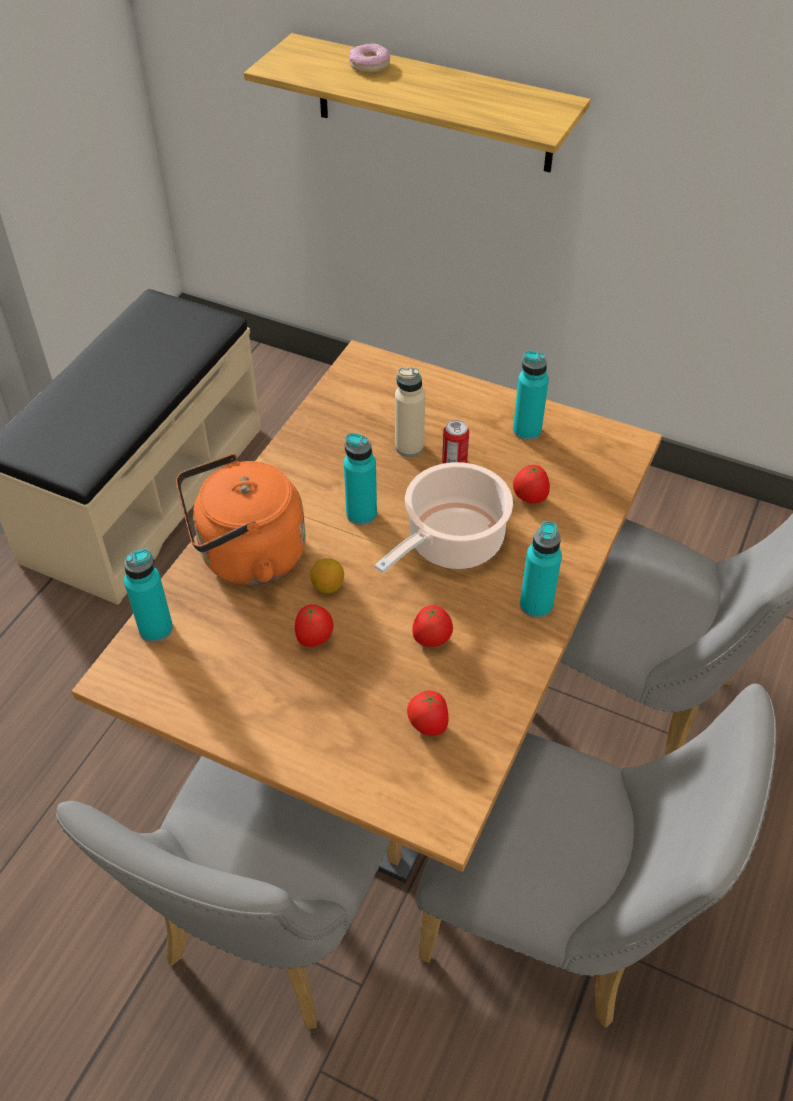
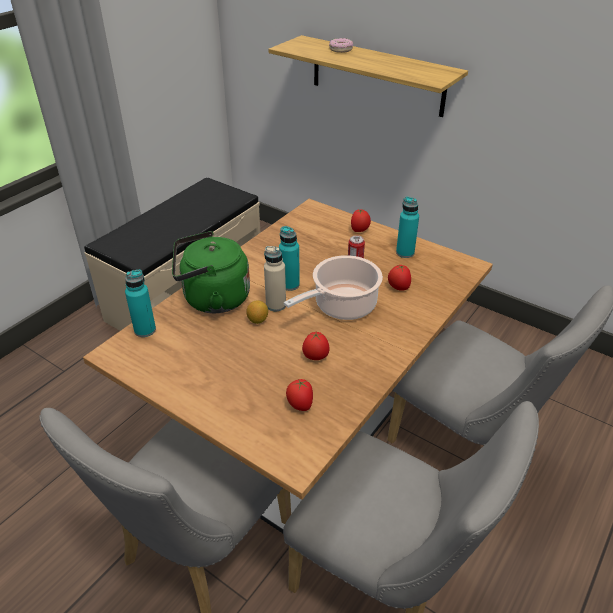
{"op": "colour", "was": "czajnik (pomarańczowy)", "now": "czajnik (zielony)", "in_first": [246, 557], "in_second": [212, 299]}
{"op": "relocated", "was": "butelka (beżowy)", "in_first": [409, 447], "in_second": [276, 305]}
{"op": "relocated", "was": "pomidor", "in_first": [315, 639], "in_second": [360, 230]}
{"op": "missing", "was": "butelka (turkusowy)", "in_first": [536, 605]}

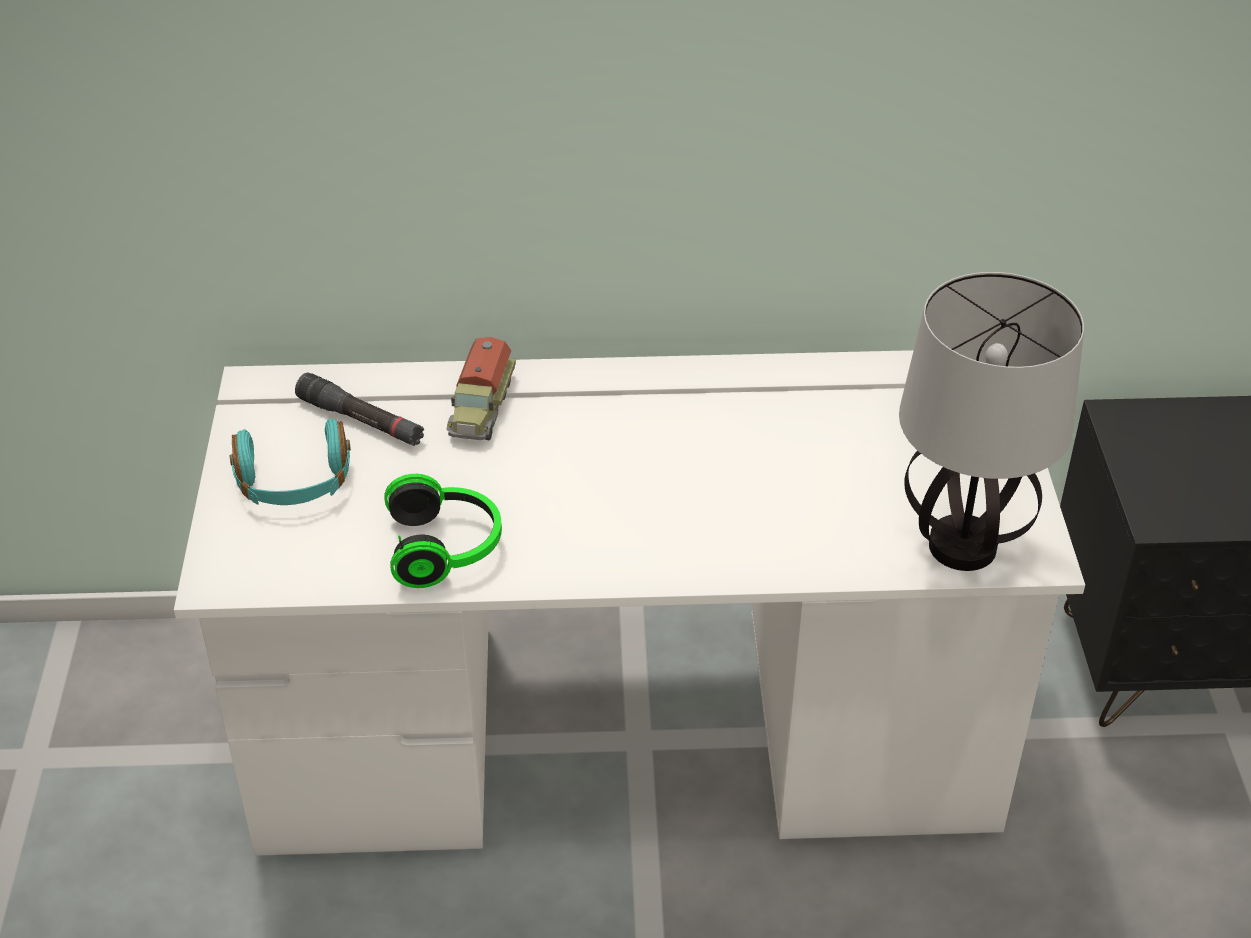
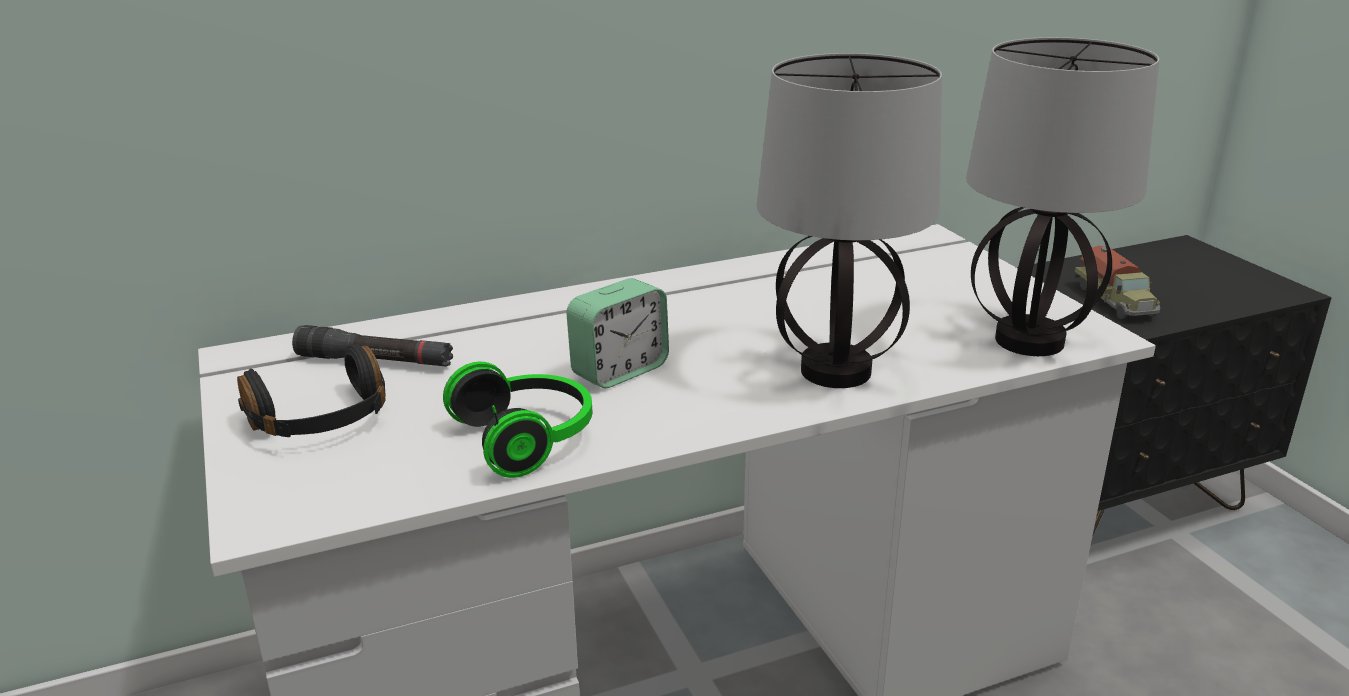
{"op": "colour", "was": "słuchawki (turkusowy)", "now": "słuchawki (czarny)", "in_first": [294, 484], "in_second": [322, 421]}
{"op": "appeared", "now": "budzik", "in_second": [619, 371]}
{"op": "appeared", "now": "lampa stołowa", "in_second": [838, 371]}
{"op": "relocated", "was": "ciężarówka zabawkowa", "in_first": [481, 408], "in_second": [1115, 301]}

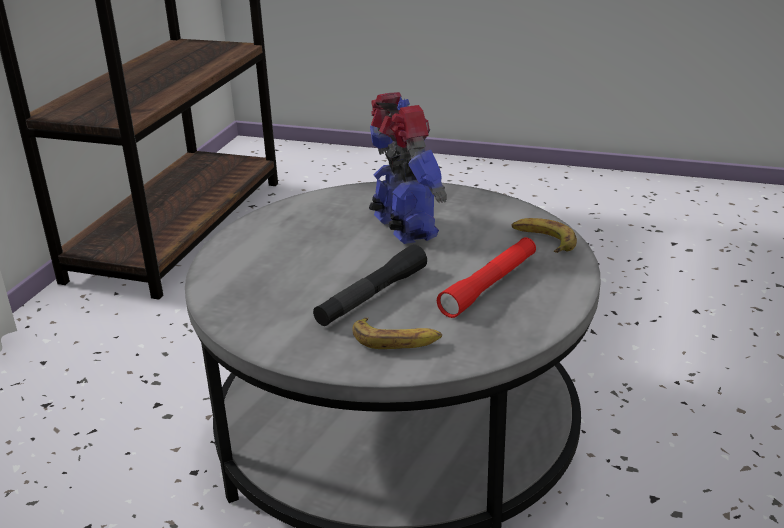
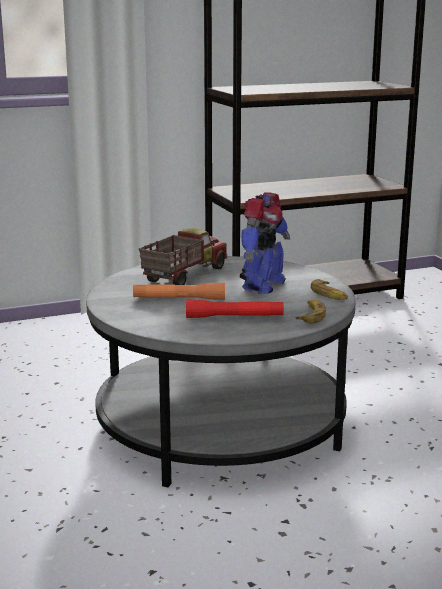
{"op": "colour", "was": "latarka (czarny)", "now": "latarka (pomarańczowy)", "in_first": [372, 296], "in_second": [179, 299]}
{"op": "appeared", "now": "ciężarówka zabawkowa", "in_second": [183, 275]}
{"op": "relocated", "was": "banan", "in_first": [397, 340], "in_second": [329, 294]}

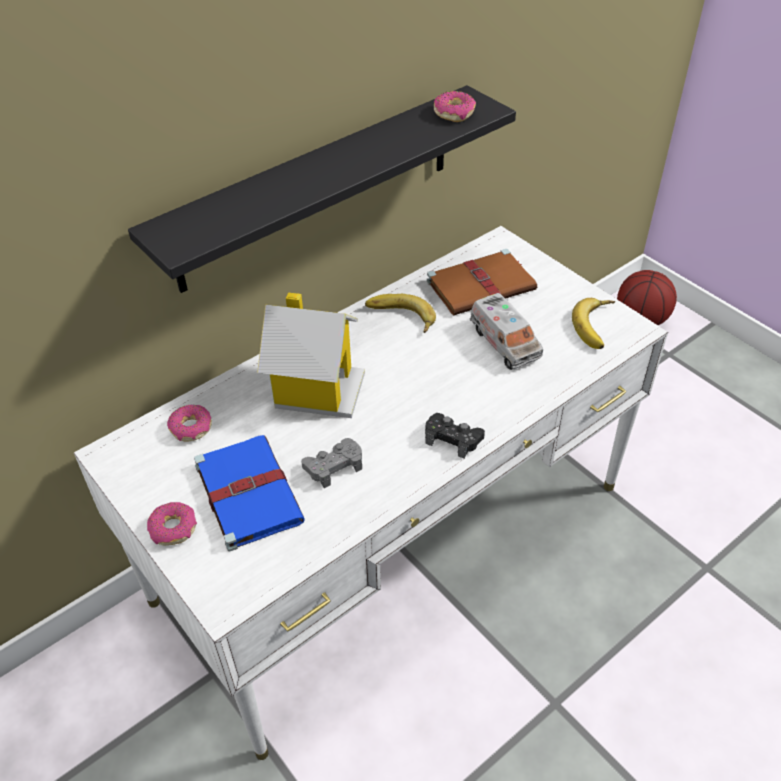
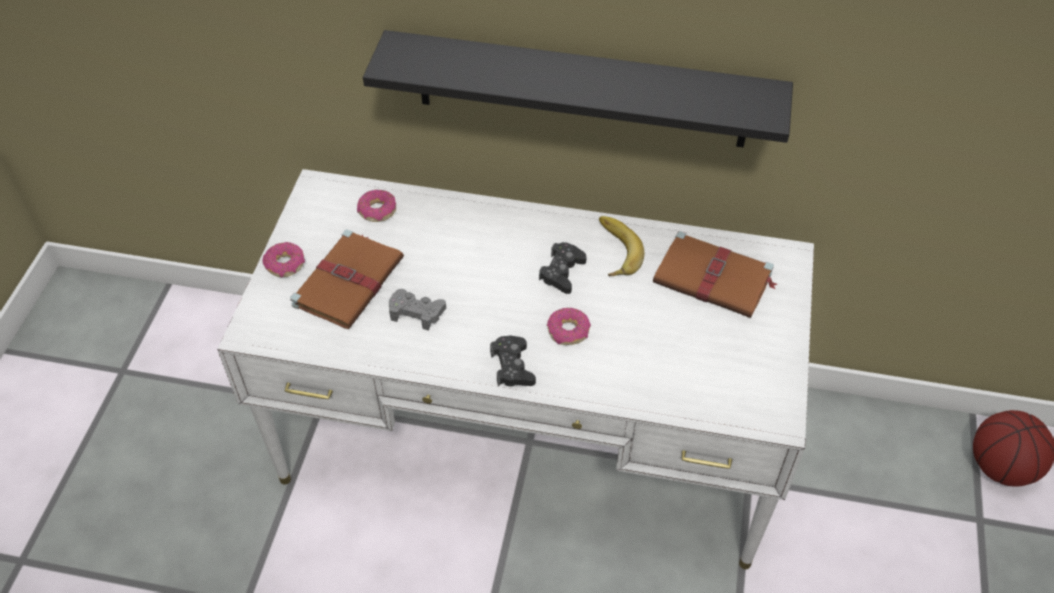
{"op": "colour", "was": "książka (niebieski)", "now": "książka (brązowy)", "in_first": [247, 492], "in_second": [349, 280]}
{"op": "appeared", "now": "pad do gier (czarny)", "in_second": [562, 272]}
{"op": "relocated", "was": "donut", "in_first": [454, 113], "in_second": [568, 331]}
{"op": "missing", "was": "domek", "in_first": [316, 388]}
{"op": "missing", "was": "ciężarówka zabawkowa", "in_first": [504, 342]}
{"op": "missing", "was": "banan", "in_first": [598, 327]}

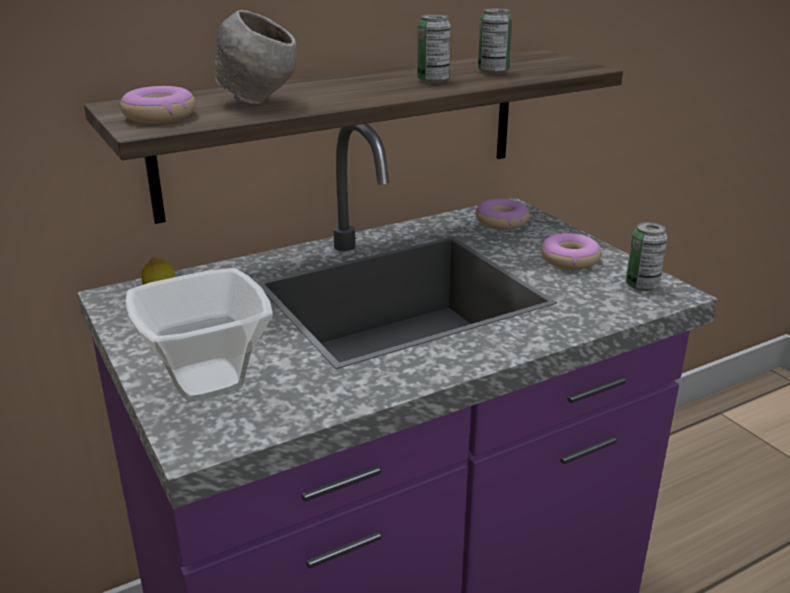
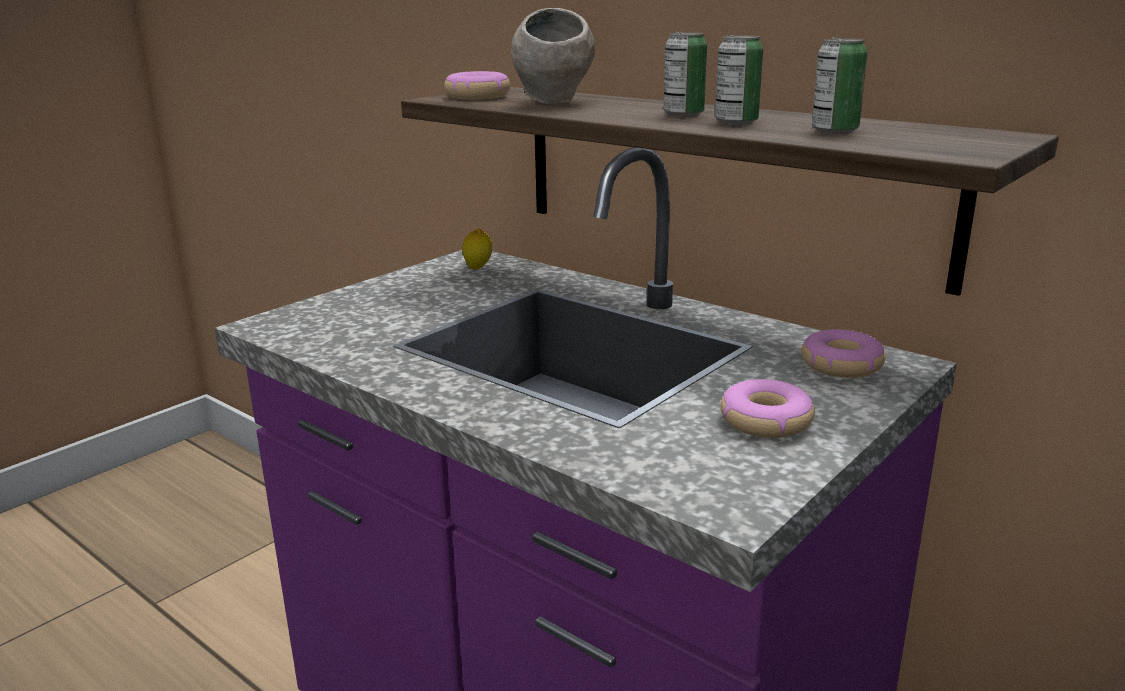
{"op": "relocated", "was": "puszka", "in_first": [642, 285], "in_second": [683, 114]}
{"op": "missing", "was": "miska", "in_first": [205, 380]}

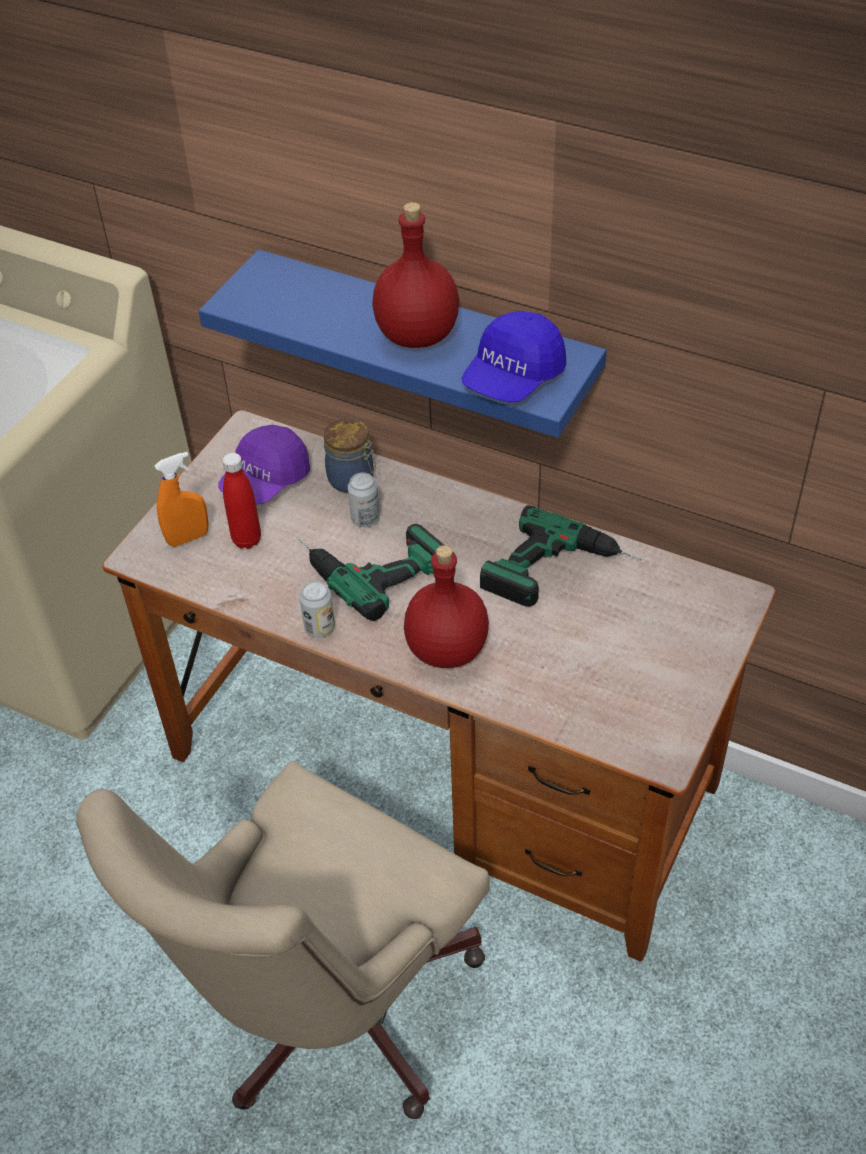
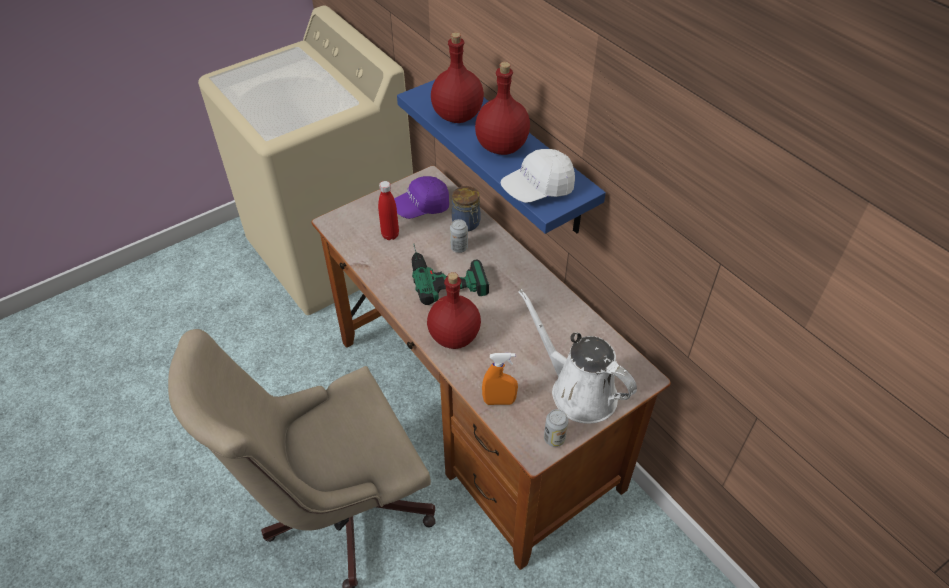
{"op": "appeared", "now": "butelka (czerwony)", "in_second": [456, 116]}
{"op": "relocated", "was": "spryskiwacz (pomarańczowy)", "in_first": [188, 538], "in_second": [499, 401]}
{"op": "colour", "was": "czapka z daszkiem (niebieski)", "now": "czapka z daszkiem (biały)", "in_first": [513, 378], "in_second": [537, 189]}
{"op": "appeared", "now": "konewka (biały)", "in_second": [578, 391]}
{"op": "relocated", "was": "puszka", "in_first": [319, 628], "in_second": [554, 438]}
{"op": "missing", "was": "wiertarka", "in_first": [562, 573]}

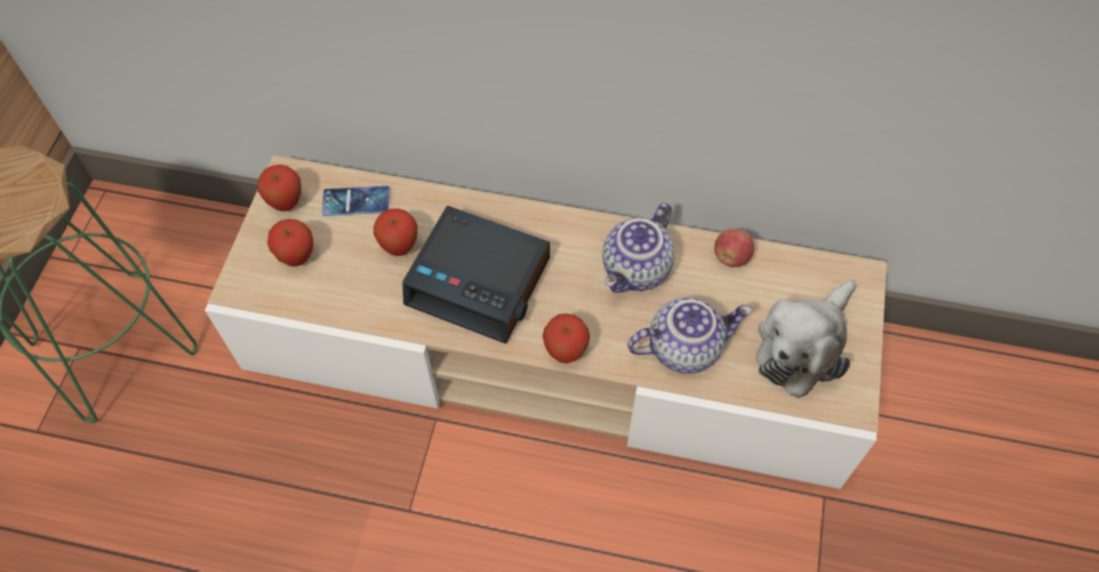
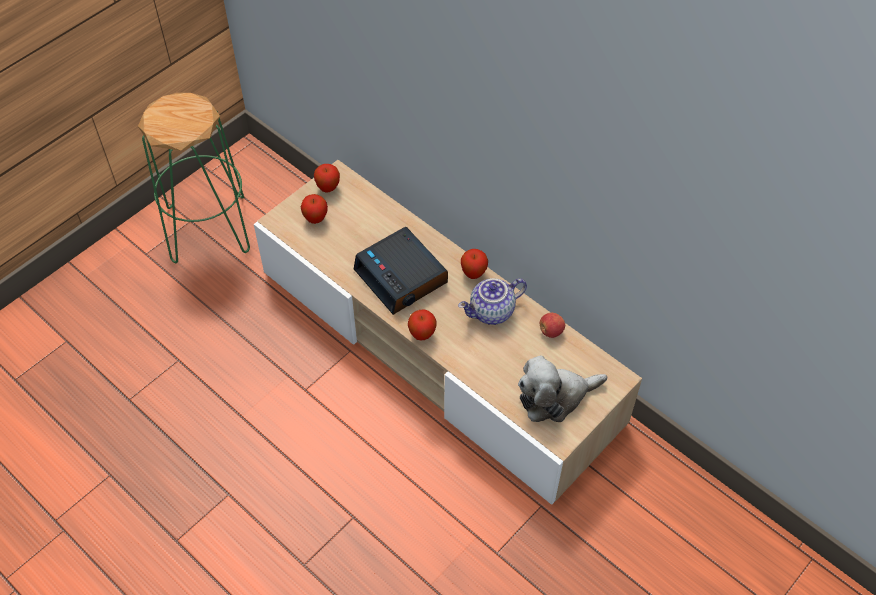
{"op": "relocated", "was": "jabłko", "in_first": [399, 247], "in_second": [473, 274]}
{"op": "missing", "was": "telefon", "in_first": [356, 201]}
{"op": "missing", "was": "imbryk", "in_first": [684, 346]}

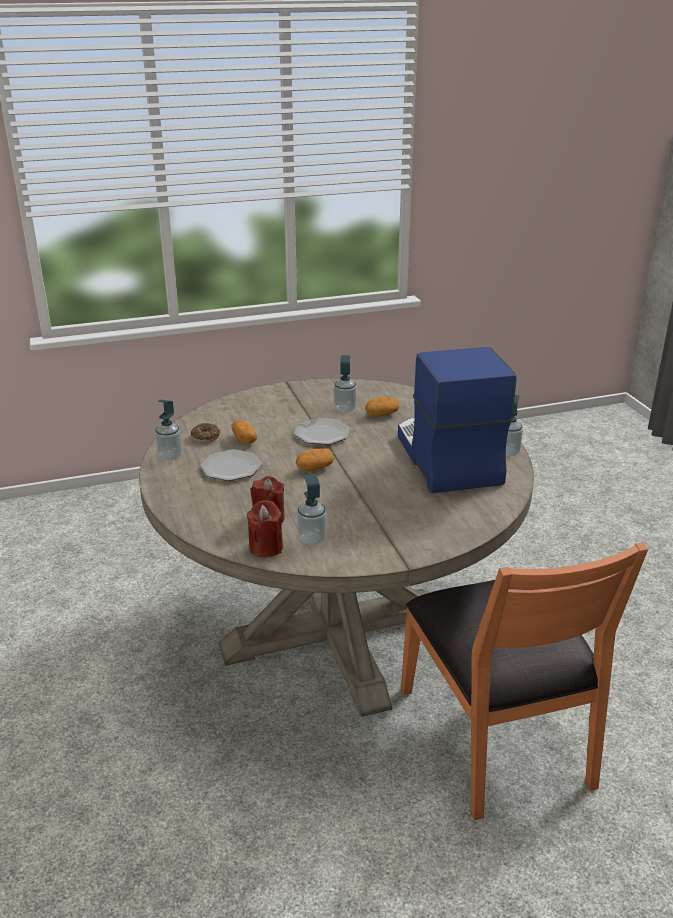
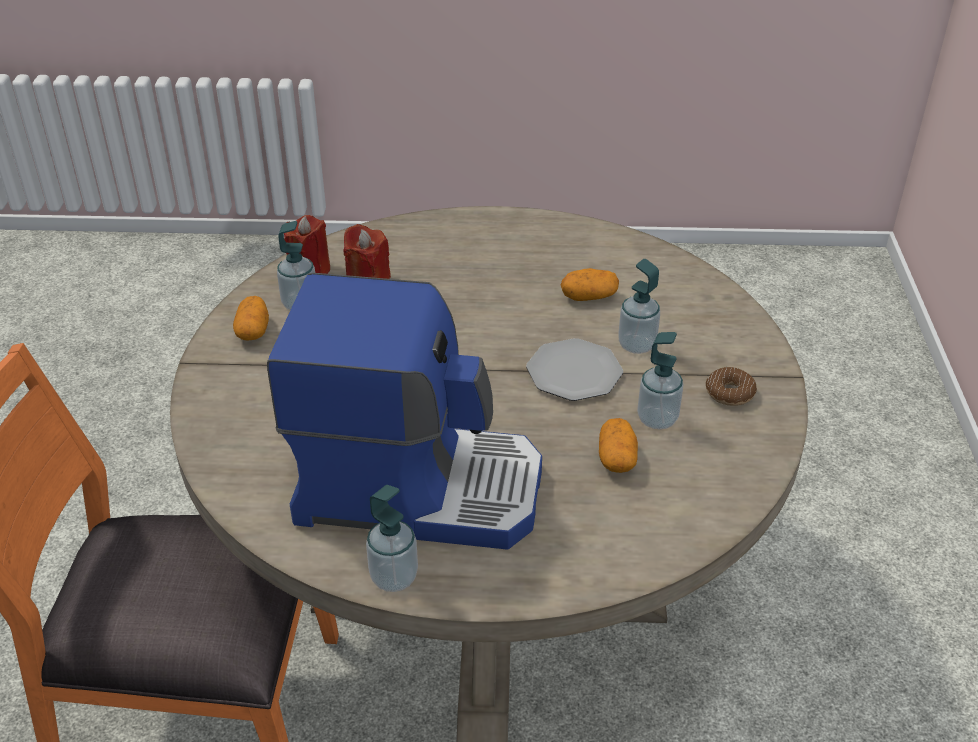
{"op": "relocated", "was": "ziemniak", "in_first": [315, 468], "in_second": [253, 331]}
{"op": "relocated", "was": "dozownik mydła", "in_first": [170, 456], "in_second": [636, 345]}
{"op": "relocated", "was": "donut", "in_first": [205, 437], "in_second": [730, 393]}
{"op": "missing", "was": "talerz", "in_first": [230, 468]}

